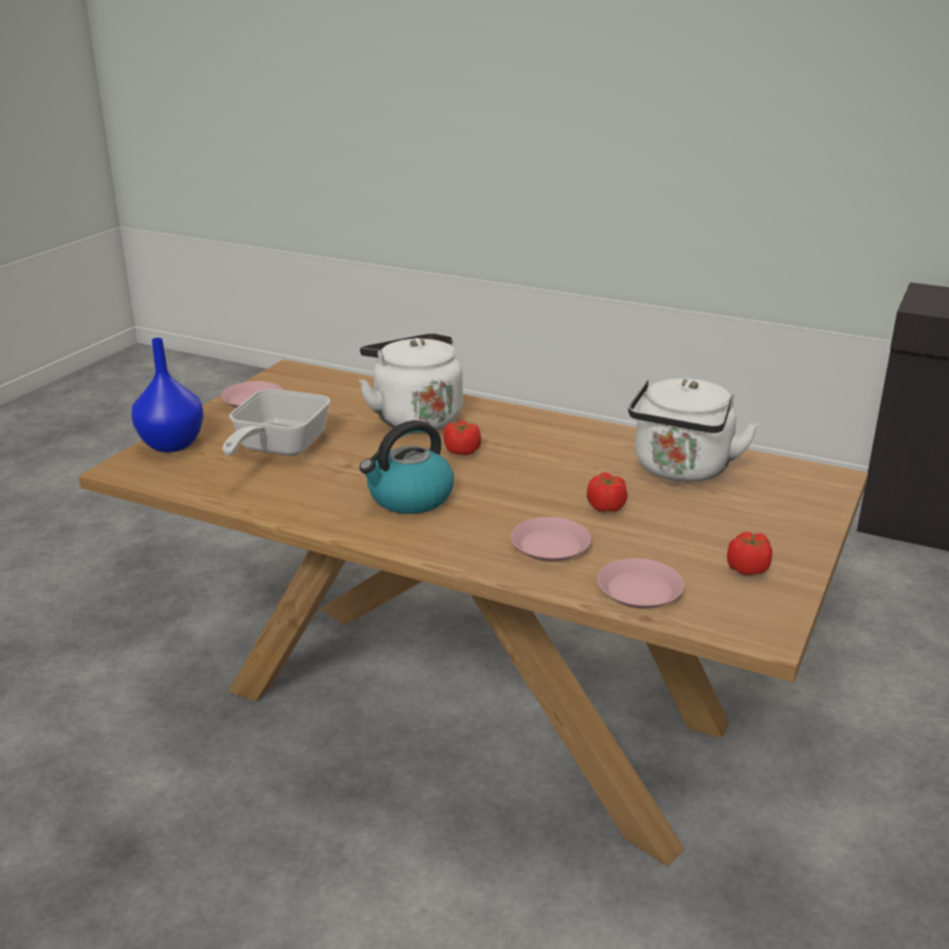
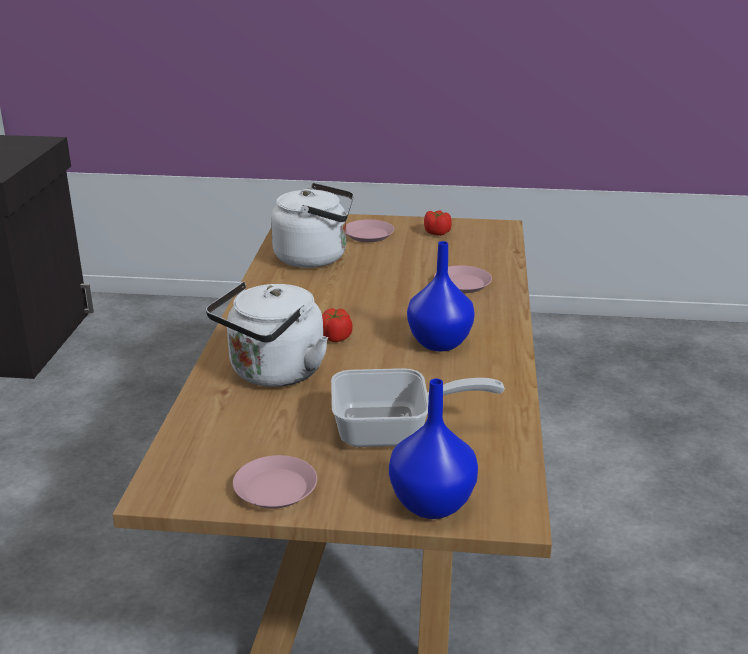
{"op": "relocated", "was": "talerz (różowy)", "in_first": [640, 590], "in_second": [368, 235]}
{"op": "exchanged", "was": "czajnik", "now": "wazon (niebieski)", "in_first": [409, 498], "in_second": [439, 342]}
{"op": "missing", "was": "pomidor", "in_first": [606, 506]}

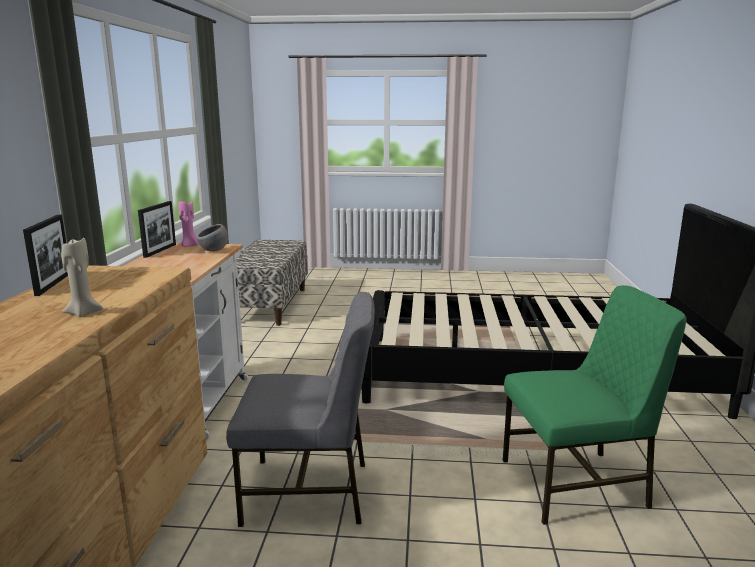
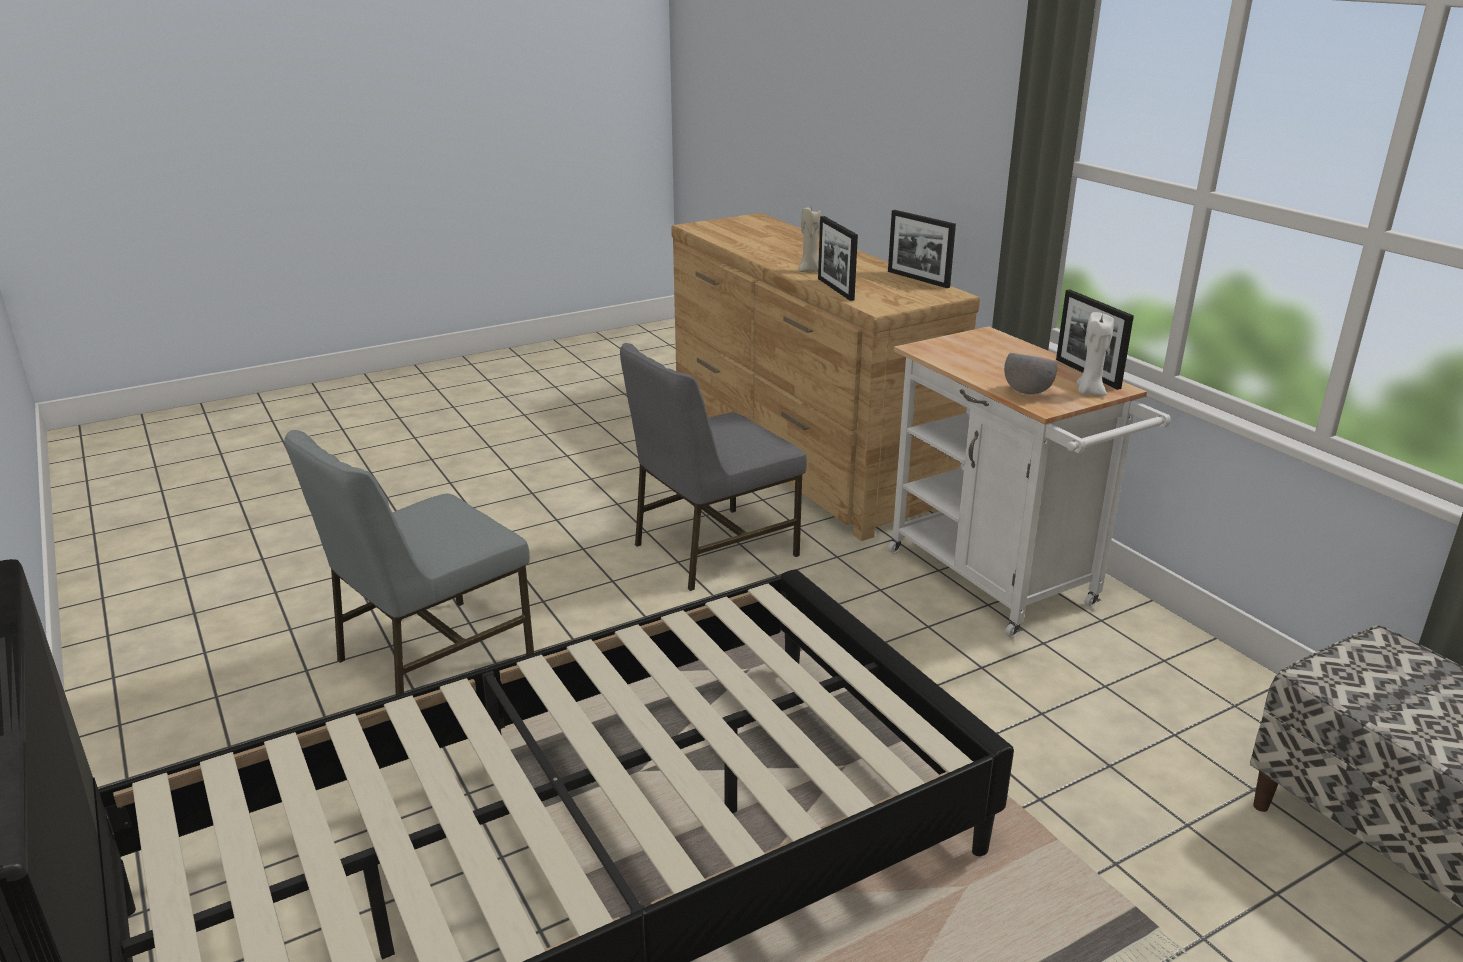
{"op": "colour", "was": "krzesło (zielony)", "now": "krzesło (szary)", "in_first": [576, 484], "in_second": [430, 657]}
{"op": "appeared", "now": "ramka na zdjęcie", "in_second": [835, 289]}
{"op": "colour", "was": "świeca (różowy)", "now": "świeca (biały)", "in_first": [190, 246], "in_second": [1089, 392]}

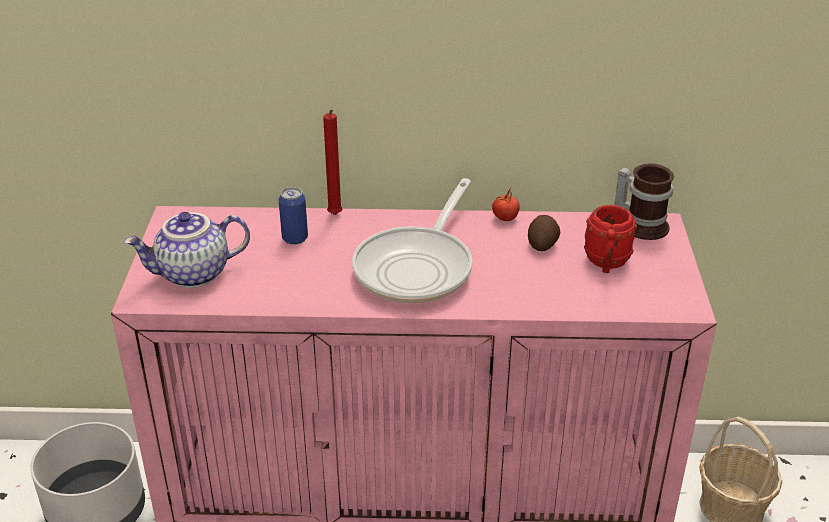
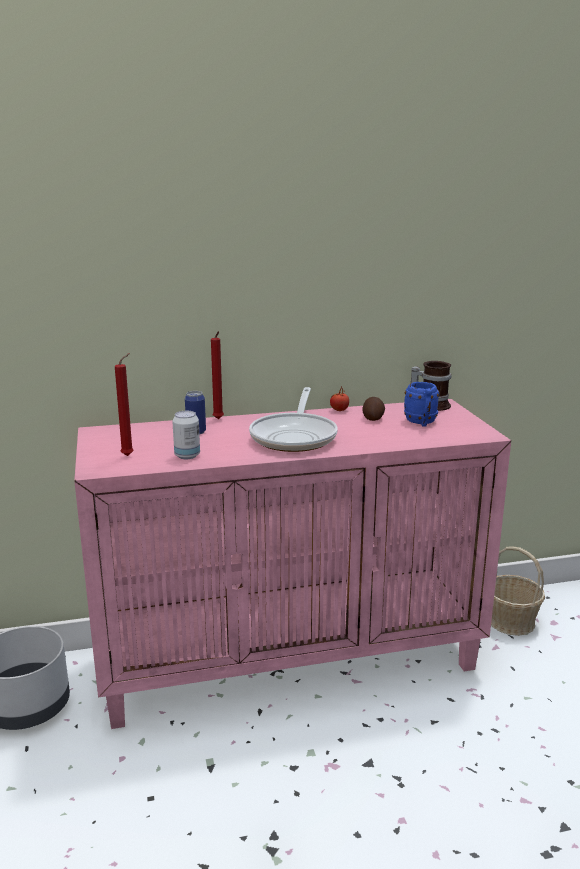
{"op": "exchanged", "was": "imbryk", "now": "świeca (czerwony)", "in_first": [193, 275], "in_second": [129, 455]}
{"op": "appeared", "now": "puszka", "in_second": [187, 456]}
{"op": "colour", "was": "kubek (czerwony)", "now": "kubek (niebieski)", "in_first": [606, 264], "in_second": [421, 422]}

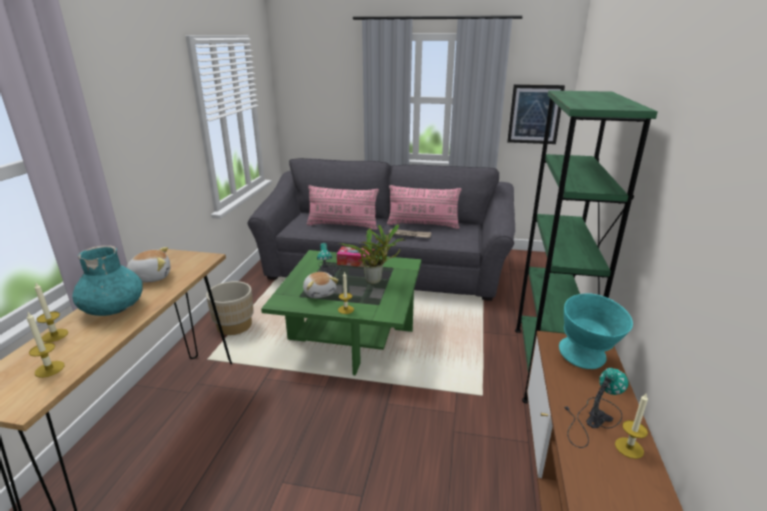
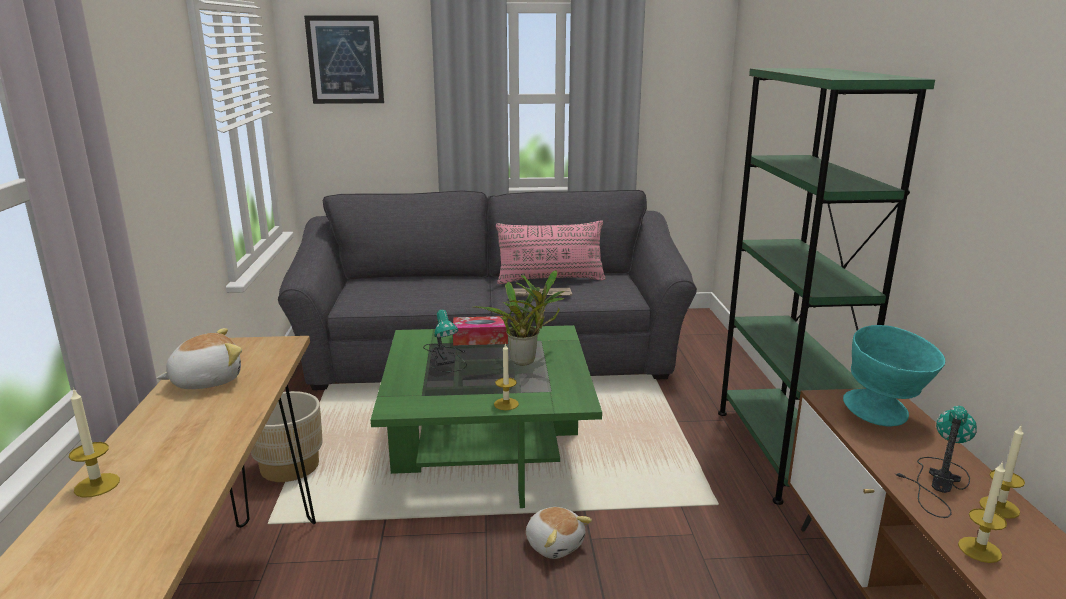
{"op": "relocated", "was": "obraz", "in_first": [534, 114], "in_second": [345, 60]}
{"op": "relocated", "was": "pluszak", "in_first": [320, 293], "in_second": [554, 544]}
{"op": "relocated", "was": "świeca", "in_first": [49, 369], "in_second": [979, 549]}
{"op": "missing", "was": "wazon (turkusowy)", "in_first": [114, 307]}
{"op": "missing", "was": "poduszka (różowy)", "in_first": [342, 225]}

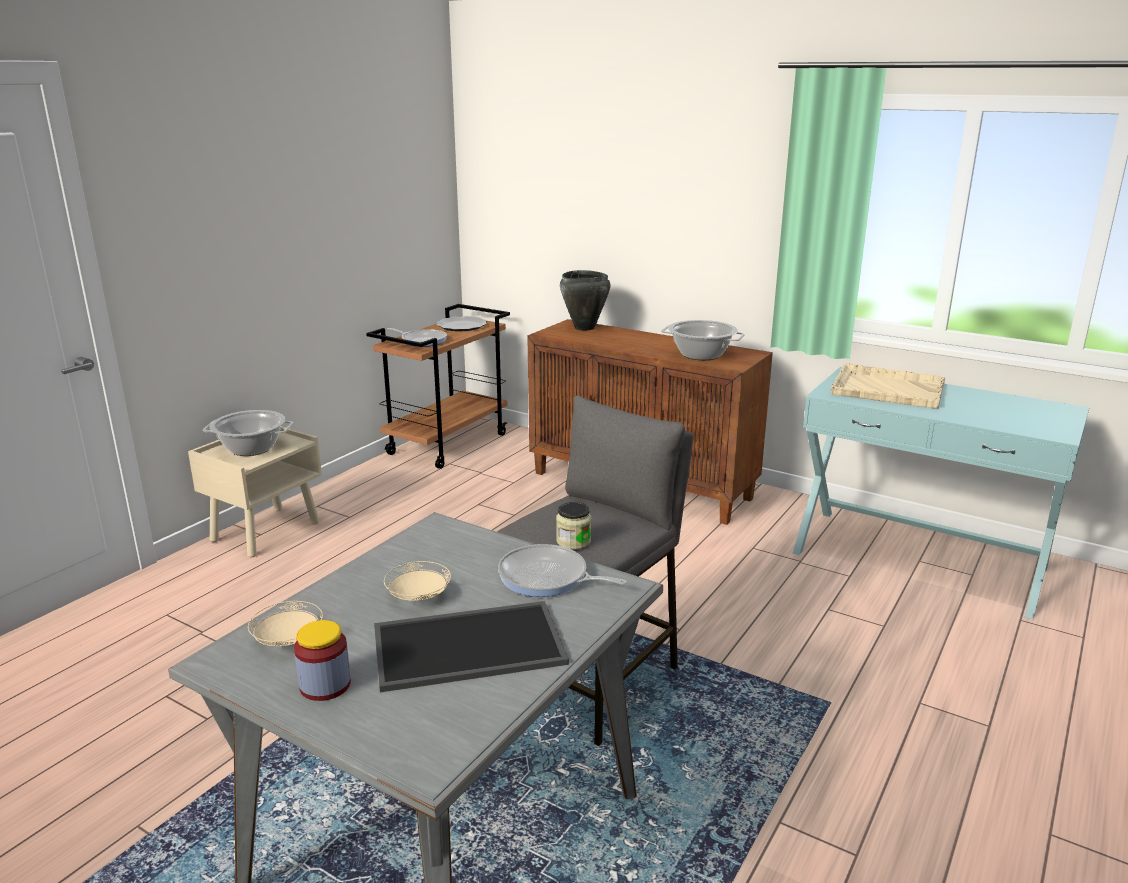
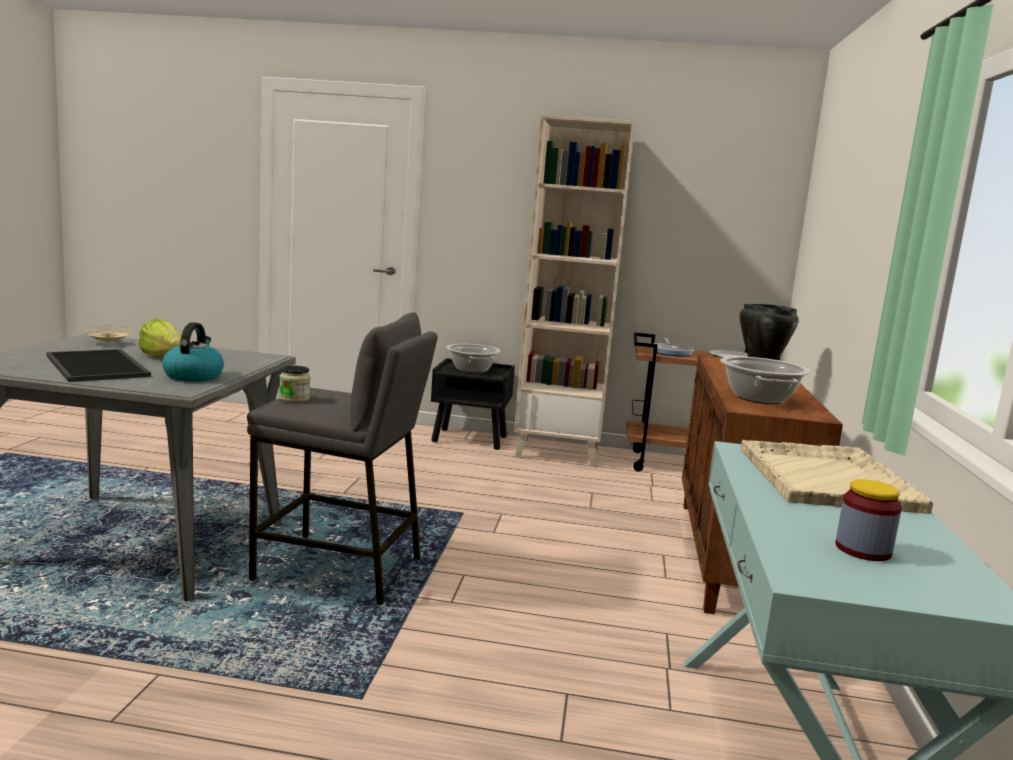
{"op": "exchanged", "was": "talerz (beżowy)", "now": "sałata", "in_first": [418, 596], "in_second": [162, 357]}
{"op": "exchanged", "was": "patelnia", "now": "czajnik", "in_first": [547, 578], "in_second": [193, 376]}
{"op": "colour", "was": "szafka nocna (beżowy)", "now": "szafka nocna (czarny)", "in_first": [266, 531], "in_second": [470, 439]}
{"op": "appeared", "now": "regał (beżowy)", "in_second": [558, 452]}
{"op": "relocated", "was": "słoik", "in_first": [325, 685], "in_second": [863, 550]}

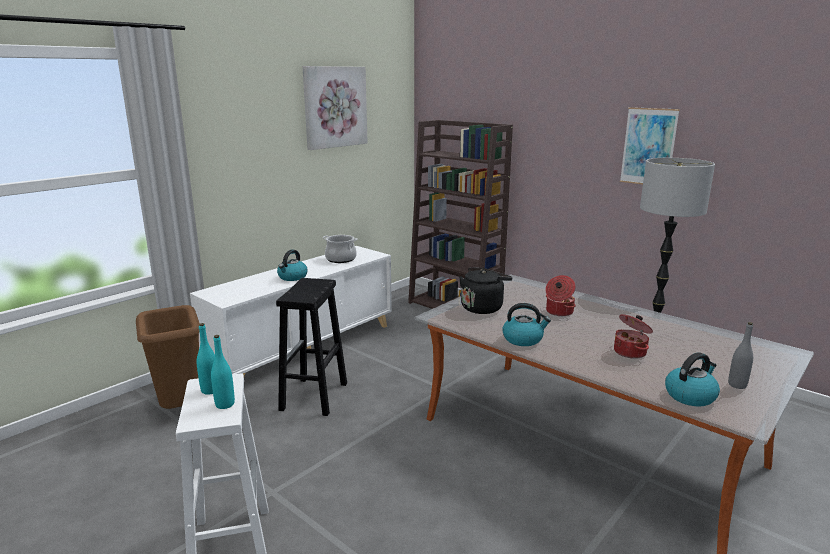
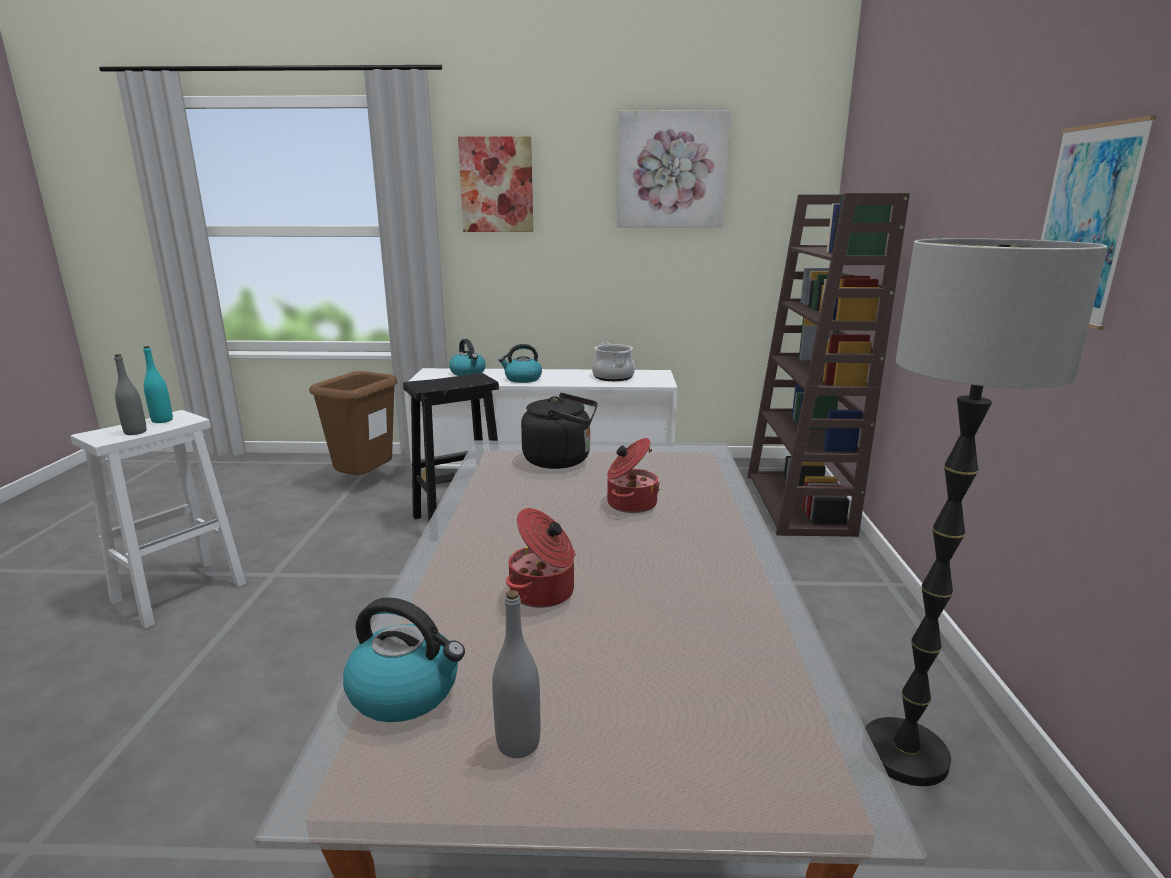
{"op": "colour", "was": "butelka (turkusowy)", "now": "butelka (szary)", "in_first": [225, 404], "in_second": [135, 432]}
{"op": "relocated", "was": "czajnik", "in_first": [523, 339], "in_second": [468, 373]}
{"op": "appeared", "now": "obraz", "in_second": [496, 185]}

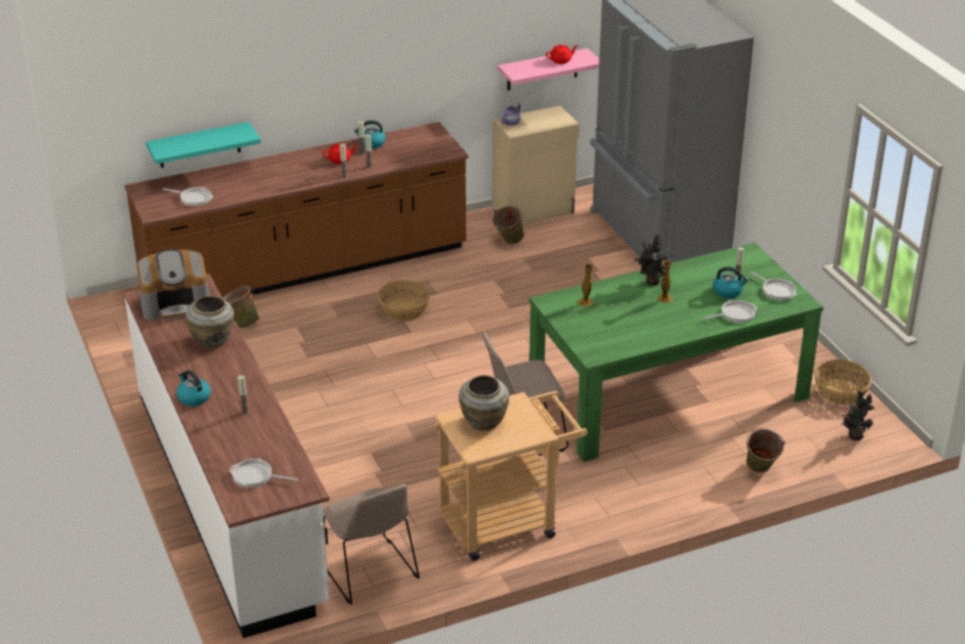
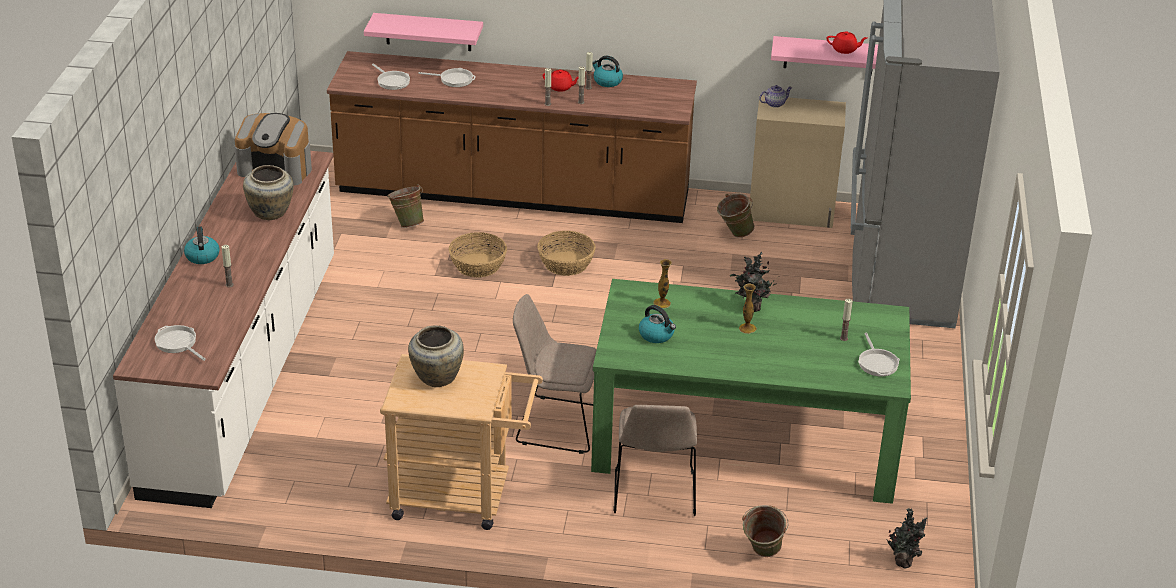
{"op": "colour", "was": "półka (turkusowy)", "now": "półka (różowy)", "in_first": [199, 145], "in_second": [428, 32]}
{"op": "relocated", "was": "patelnia", "in_first": [735, 314], "in_second": [454, 79]}
{"op": "relocated", "was": "koszyk", "in_first": [840, 392], "in_second": [478, 265]}
{"op": "relocated", "was": "krzesło (beżowy)", "in_first": [371, 573], "in_second": [654, 494]}
{"op": "relocated", "was": "czajnik", "in_first": [728, 291], "in_second": [657, 335]}

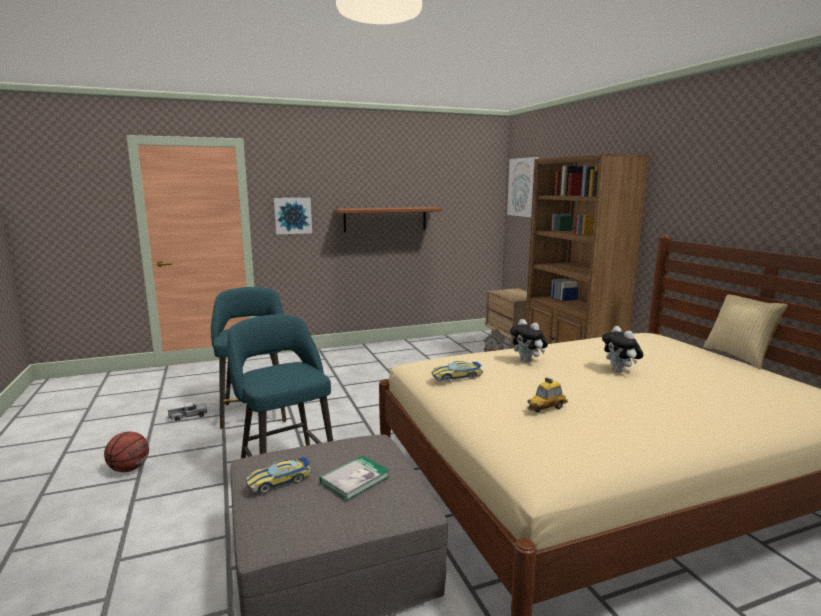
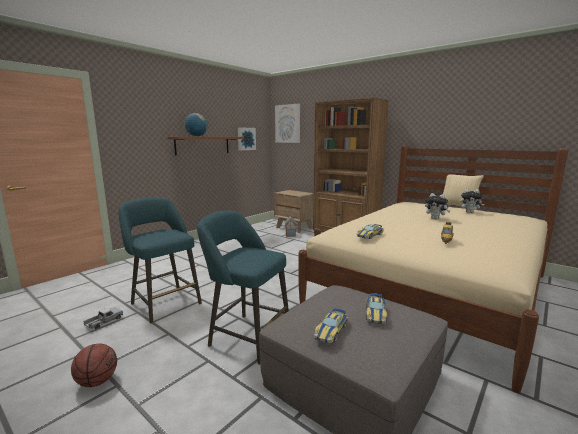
{"op": "appeared", "now": "globus", "in_second": [197, 136]}
{"op": "relocated", "was": "obraz", "in_first": [293, 215], "in_second": [246, 139]}
{"op": "exchanged", "was": "książka", "now": "samochodzik", "in_first": [355, 479], "in_second": [375, 313]}
{"op": "relocated", "was": "pluszak", "in_first": [528, 361], "in_second": [470, 212]}

